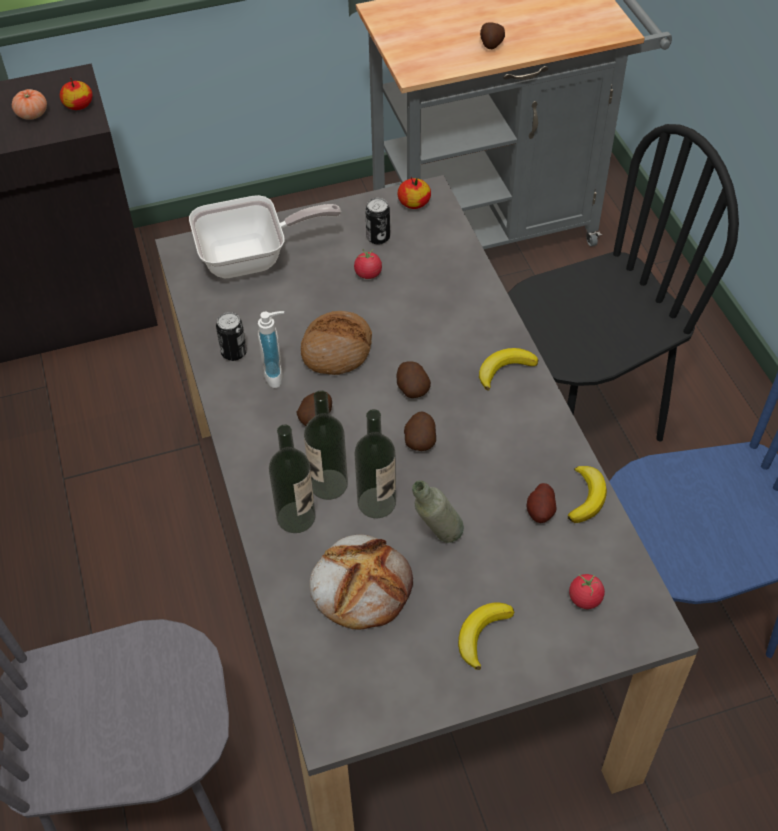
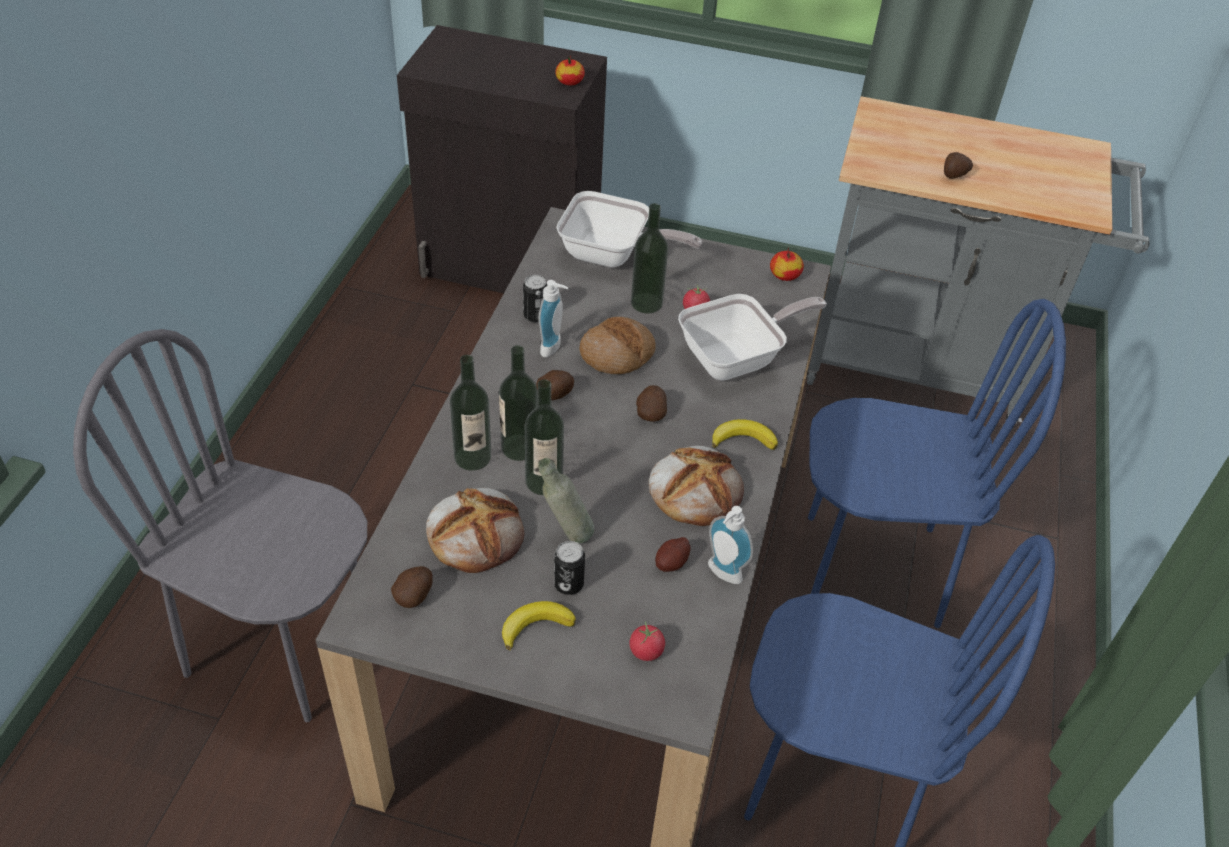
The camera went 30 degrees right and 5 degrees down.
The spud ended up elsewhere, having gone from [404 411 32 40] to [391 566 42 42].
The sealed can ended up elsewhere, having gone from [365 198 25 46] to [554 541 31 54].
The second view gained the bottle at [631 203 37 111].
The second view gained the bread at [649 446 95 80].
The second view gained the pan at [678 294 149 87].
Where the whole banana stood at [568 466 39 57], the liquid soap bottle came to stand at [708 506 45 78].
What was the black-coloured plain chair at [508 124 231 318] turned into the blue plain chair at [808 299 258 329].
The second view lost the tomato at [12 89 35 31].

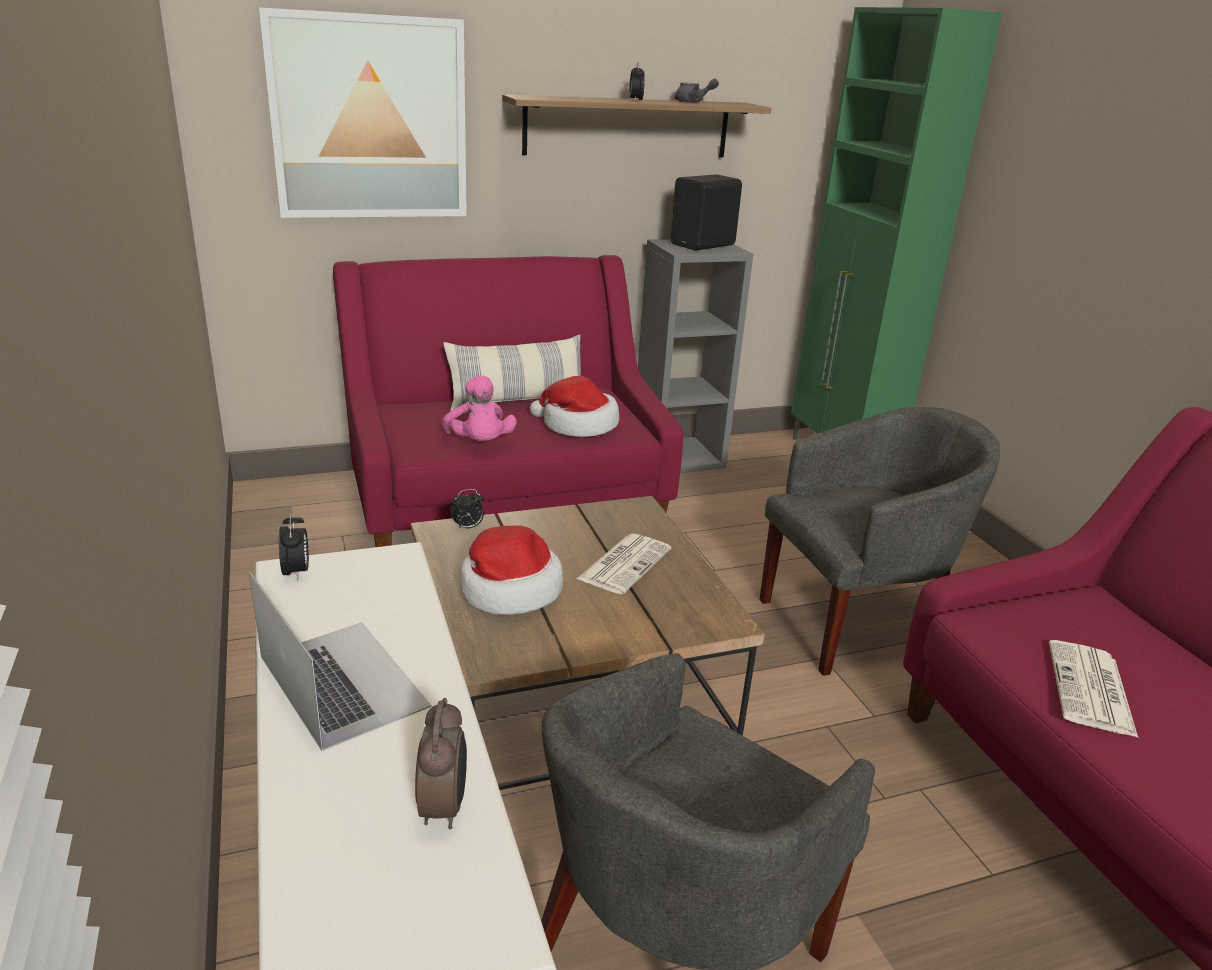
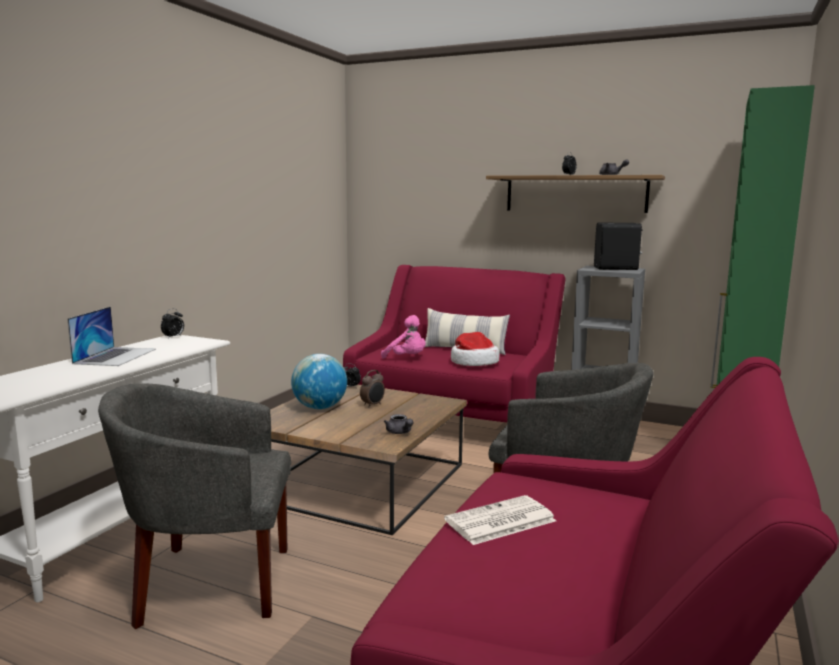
The camera went 45 degrees right and 15 degrees down.
Where the hat stood at [460 525 103 90], the desk globe came to stand at [291 354 56 55].
The alarm clock ended up elsewhere, having gone from [415 698 52 132] to [360 370 25 37].
The pink-coloured soft toy at [442 376 75 65] ended up facing another way, 75 degrees counterclockwise from before.
The second view gained the grey pot for tea at [384 414 29 20].
The second view lost the picture at [259 7 208 211].
The second view lost the daily paper at [577 533 94 61].

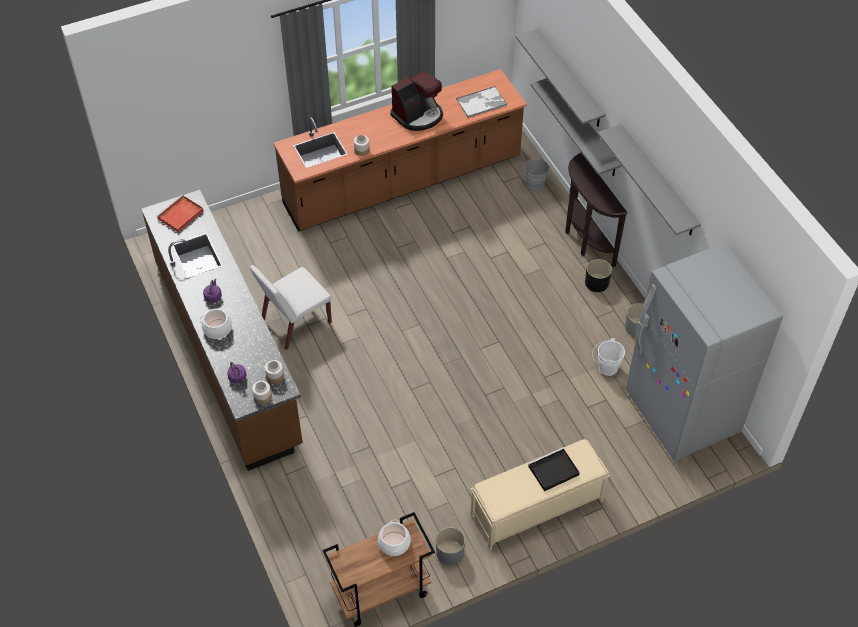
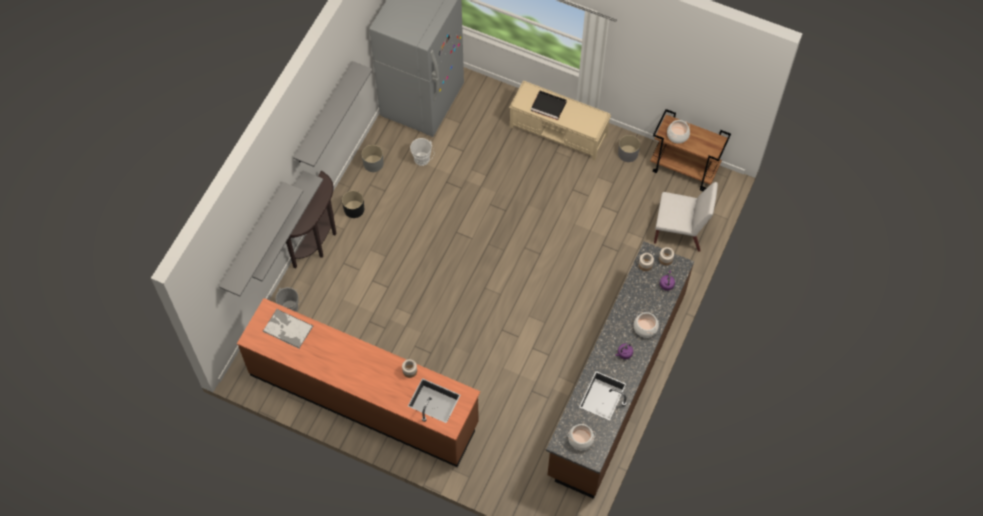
The camera went 130 degrees left and 10 degrees up.
Where the red-coloured tray stood at [156 195 48 37], the cooking pot came to stand at [567 424 29 26].
The white plain chair ended up elsewhere, having gone from [250 265 82 85] to [654 182 64 70].
The second view lost the coffee machine at [390 71 53 60].

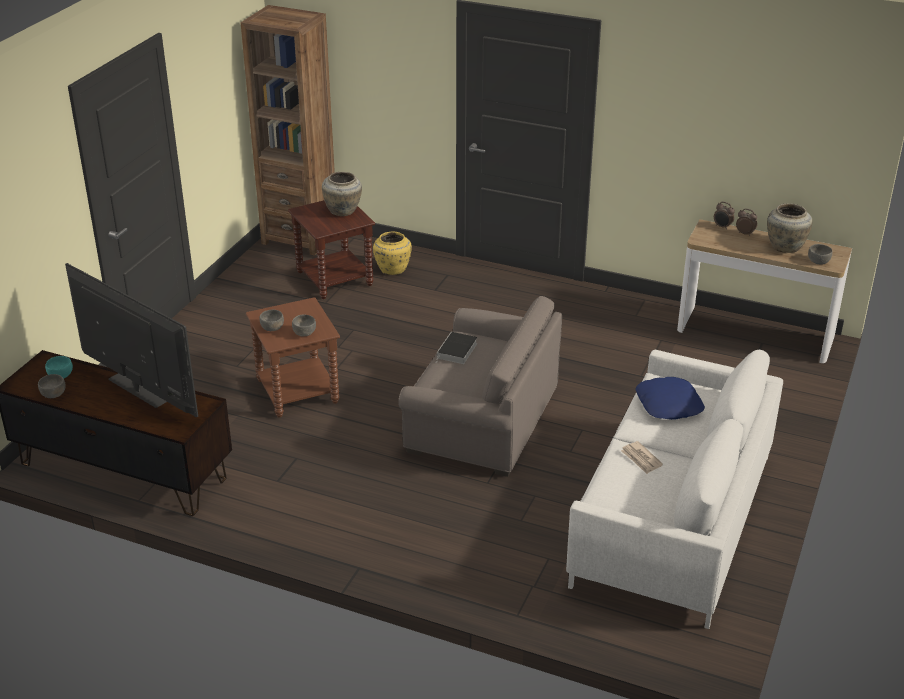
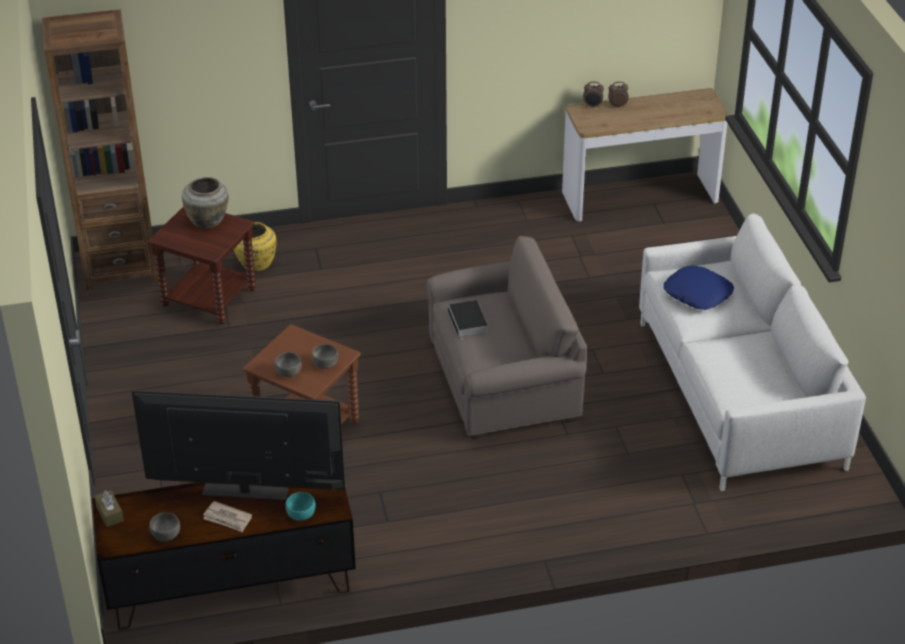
The camera went 35 degrees left and 5 degrees up.
The second view gained the brown tissue box at [94 490 30 37].
The daily paper ended up elsewhere, having gone from [621 441 42 33] to [203 501 49 31].
The turquoise-coloured serving bowl ended up elsewhere, having gone from [45 356 28 23] to [286 492 30 29].
The second view lost the sand-coloured flower vase at [767 203 46 50].
The second view lost the grey serving bowl at [808 244 25 21].

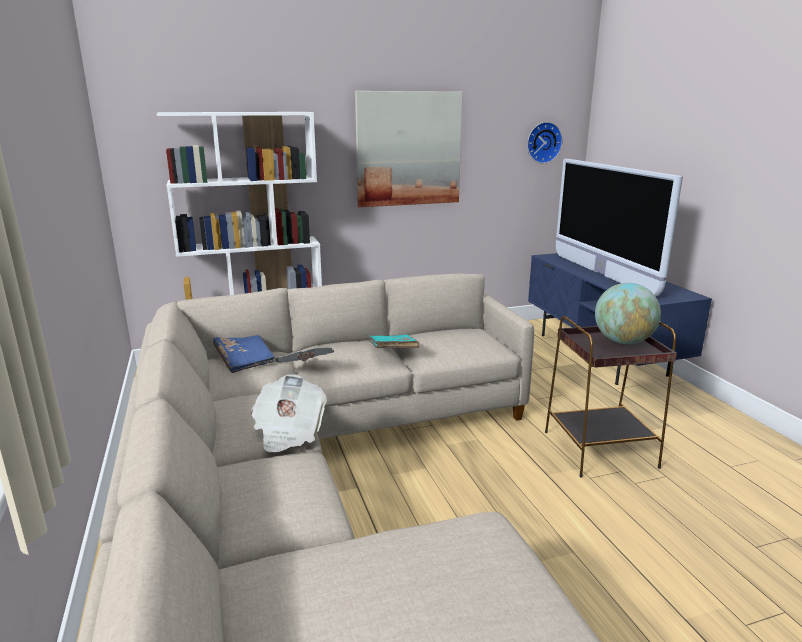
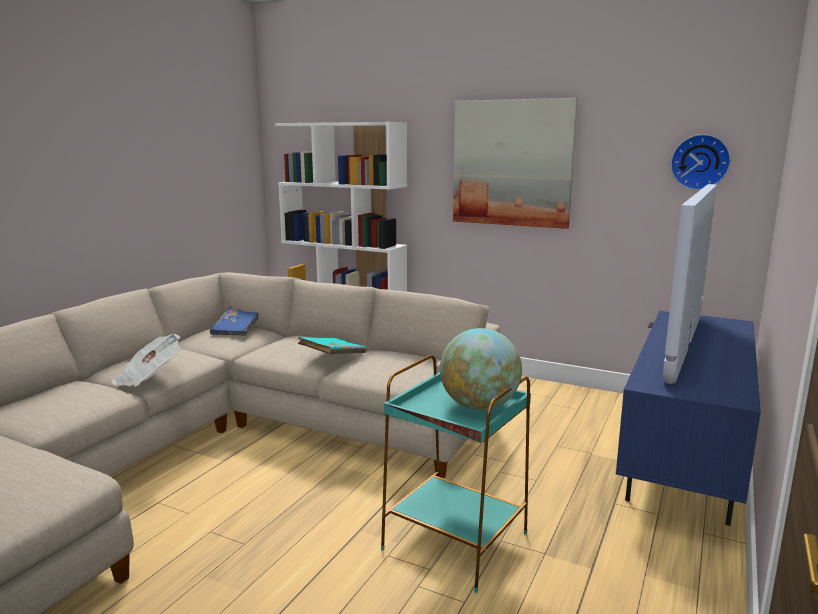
The camera went 45 degrees right and 5 degrees down.
What was the brown end table at [545 316 132 162] turned into the turquoise-coloured end table at [381 355 150 238].
The second view lost the daily paper at [274 348 61 15].

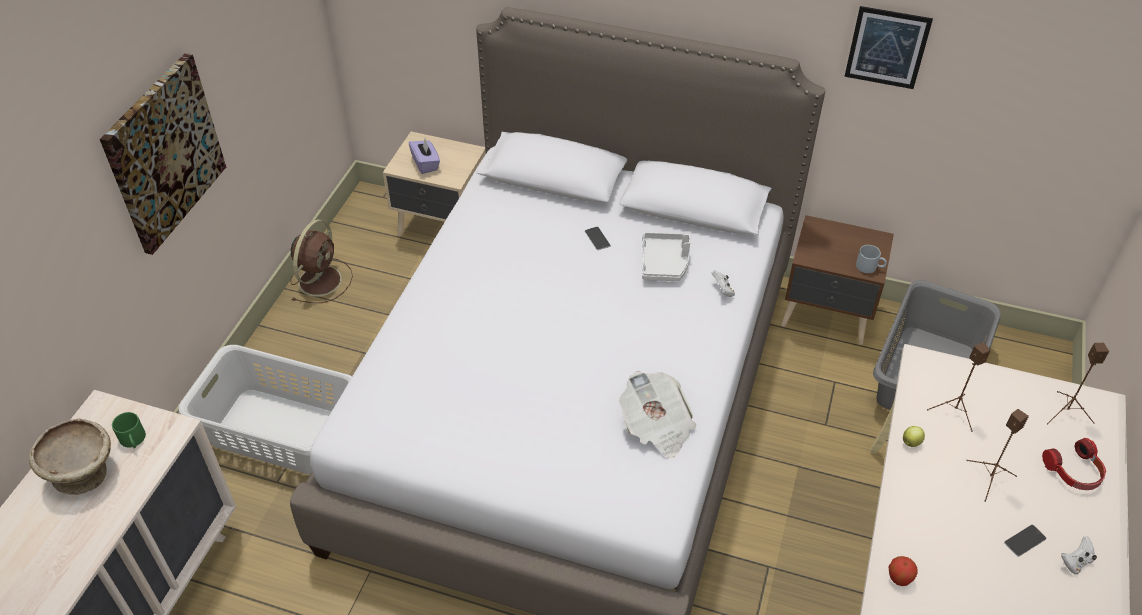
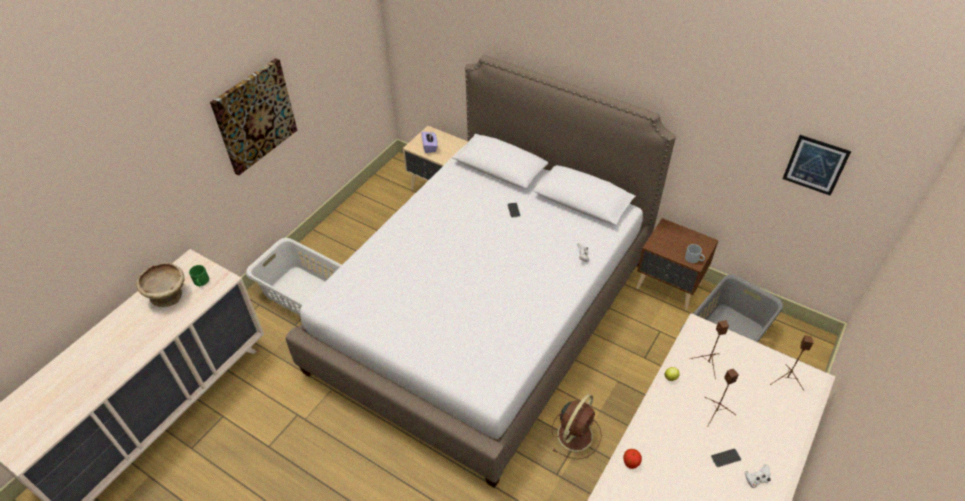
The camera went 15 degrees right and 0 degrees up.
The brown fan ended up elsewhere, having gone from [290 219 63 84] to [552 394 50 65].
The picture ended up elsewhere, having gone from [844 6 89 83] to [783 135 68 61].
The second view lost the daily paper at [619 371 78 87].
The second view lost the grey tray at [642 232 48 49].
The second view lost the pair of headphones at [1042 438 64 52].

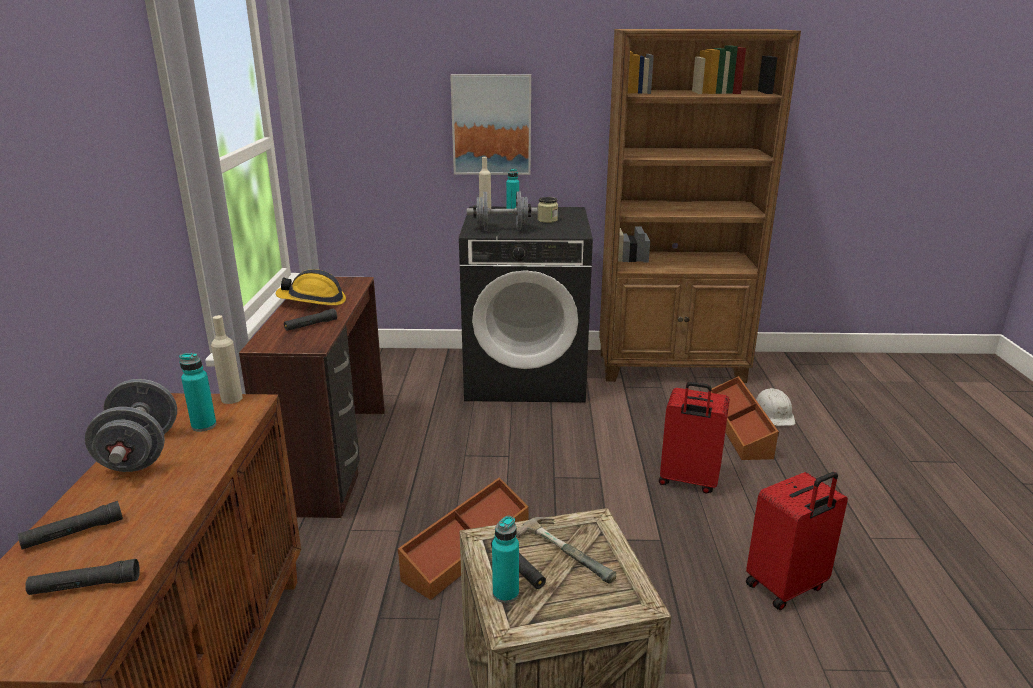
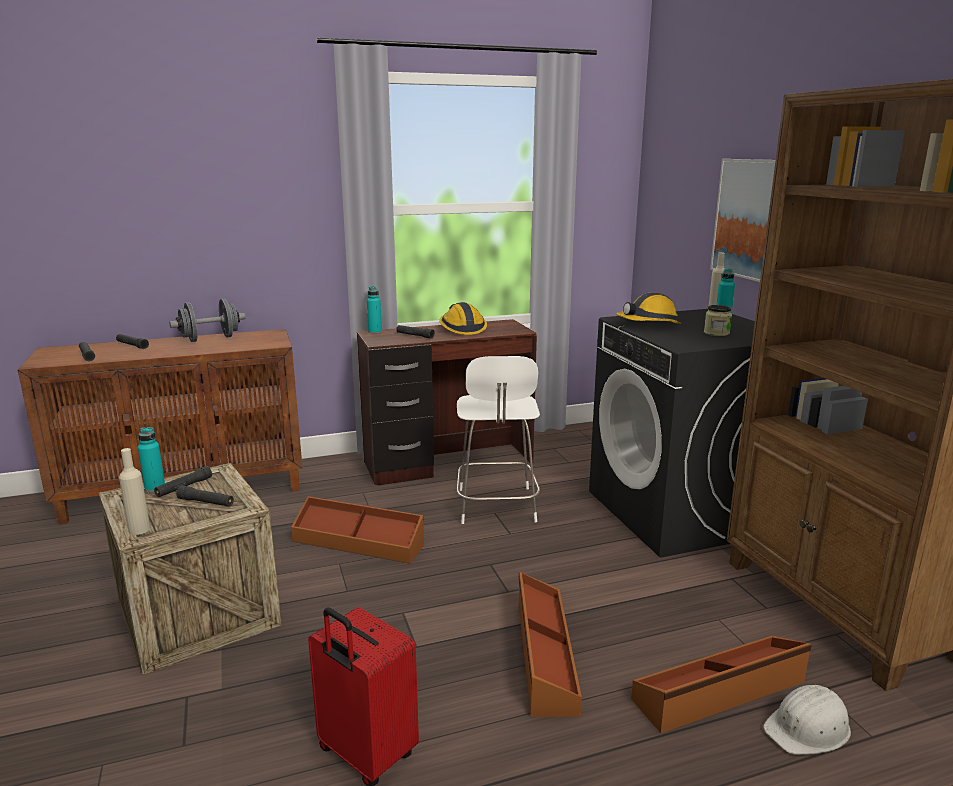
The camera went 70 degrees right and 5 degrees down.
The sand-coloured bottle ended up elsewhere, having gone from [211 315 32 89] to [119 448 31 87].
Where the hand hammer stood at [516 517 100 67], the black-coloured torch came to stand at [176 486 58 21].
The turquoise-coloured bottle ended up elsewhere, having gone from [179 353 37 79] to [367 286 15 48].
The second view gained the white plain chair at [457 356 83 168].
Where the red-coloured suitcase stood at [659 382 71 112], the brown storage bin came to stand at [519 572 63 145].
Where the grey hand weight stood at [467 191 71 40], the work helmet came to stand at [616 292 65 32].

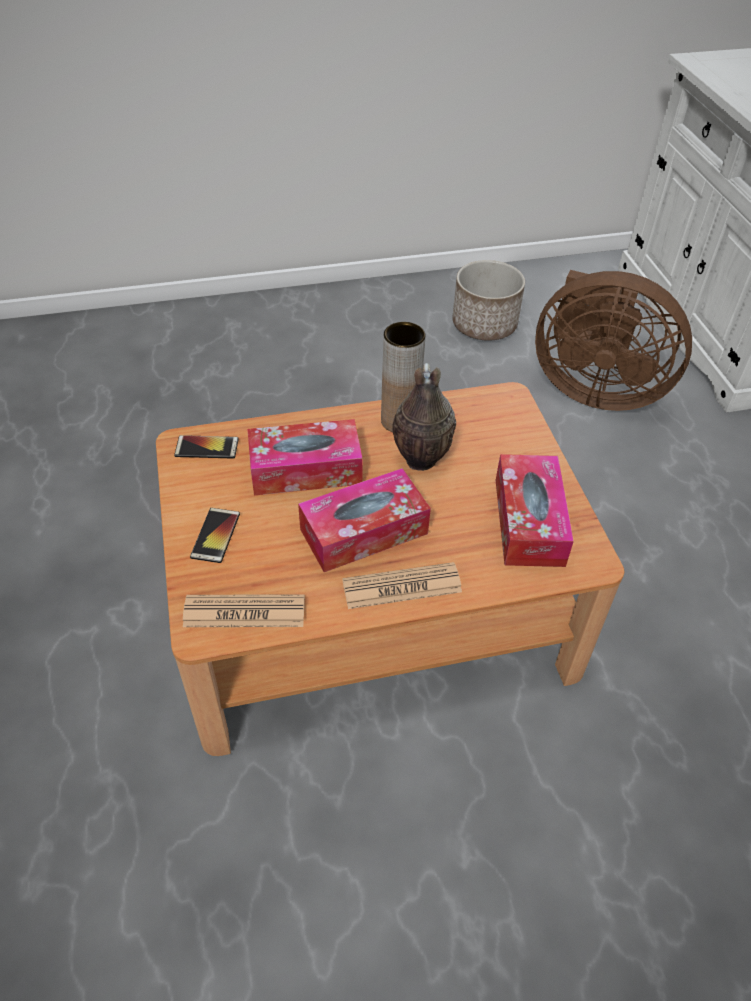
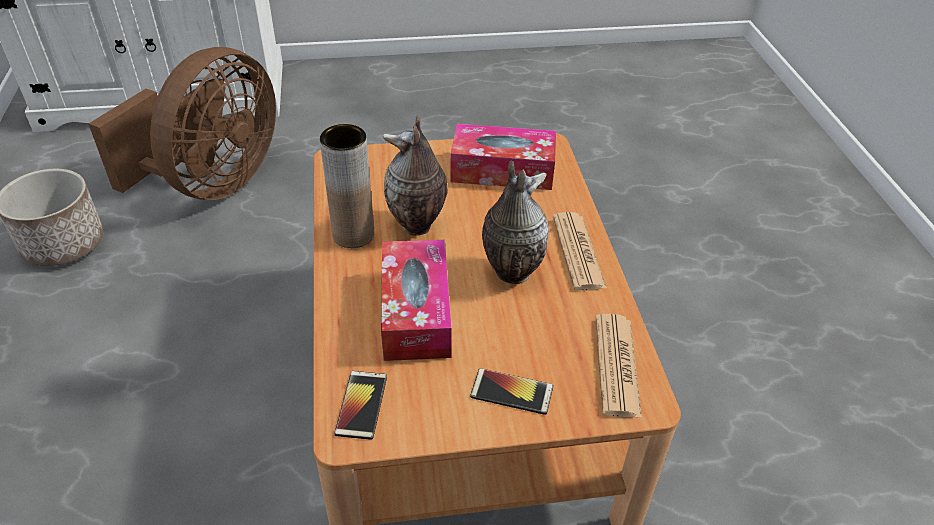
The camera went 85 degrees left and 5 degrees down.
Where the tissue box stood at [298 468 133 104], the flower vase came to stand at [482 161 68 123].

